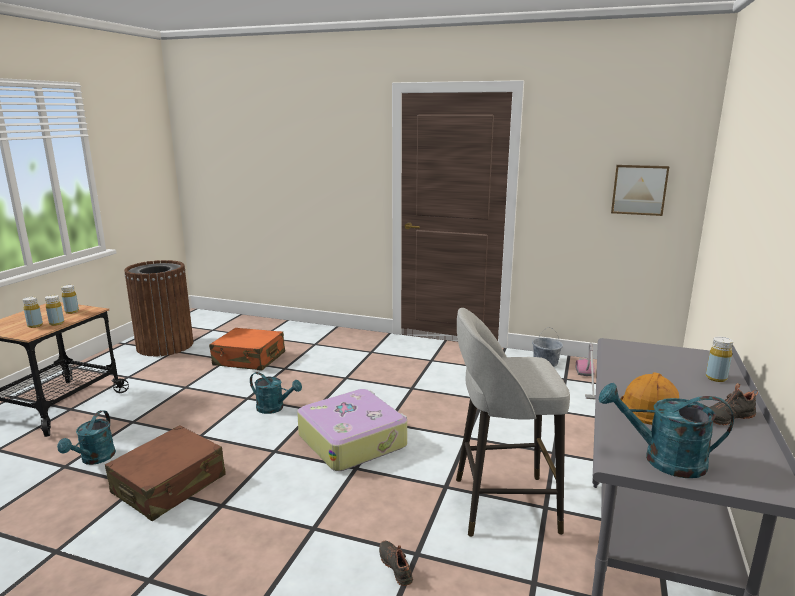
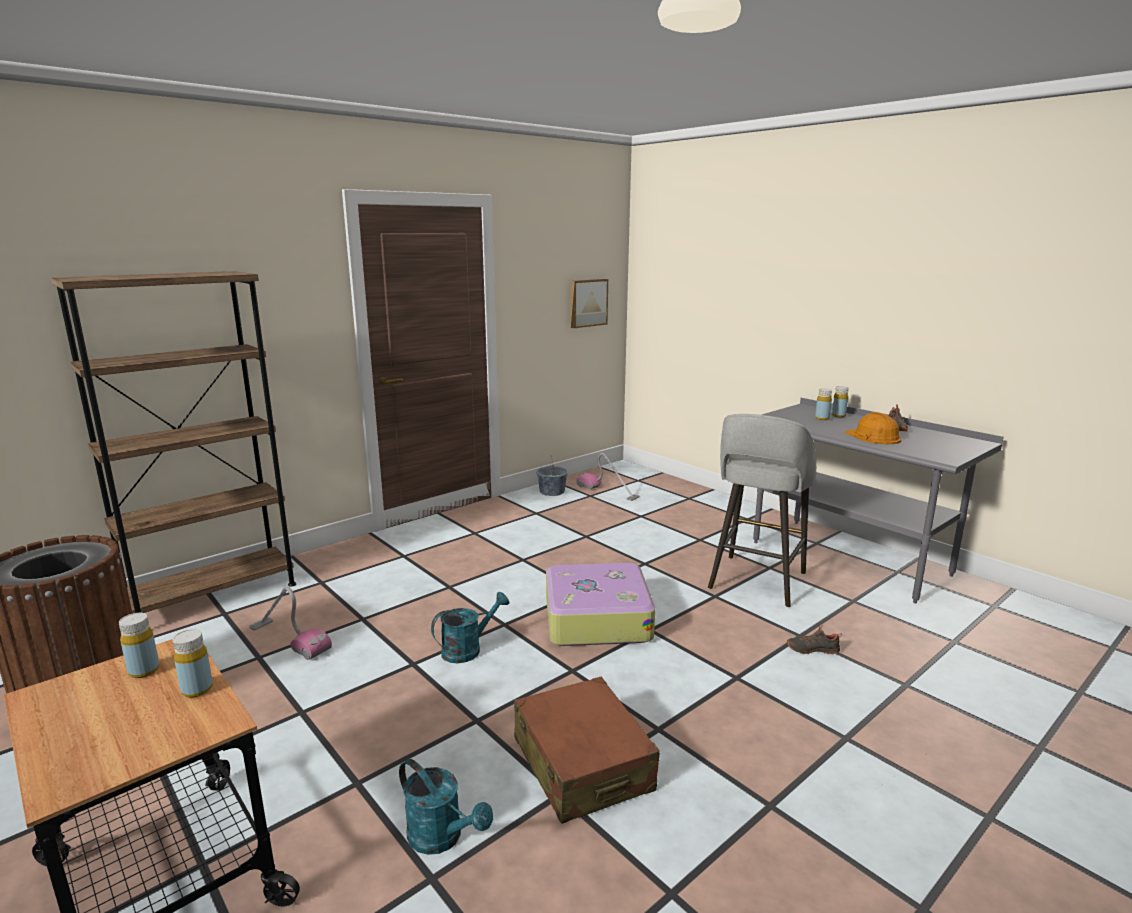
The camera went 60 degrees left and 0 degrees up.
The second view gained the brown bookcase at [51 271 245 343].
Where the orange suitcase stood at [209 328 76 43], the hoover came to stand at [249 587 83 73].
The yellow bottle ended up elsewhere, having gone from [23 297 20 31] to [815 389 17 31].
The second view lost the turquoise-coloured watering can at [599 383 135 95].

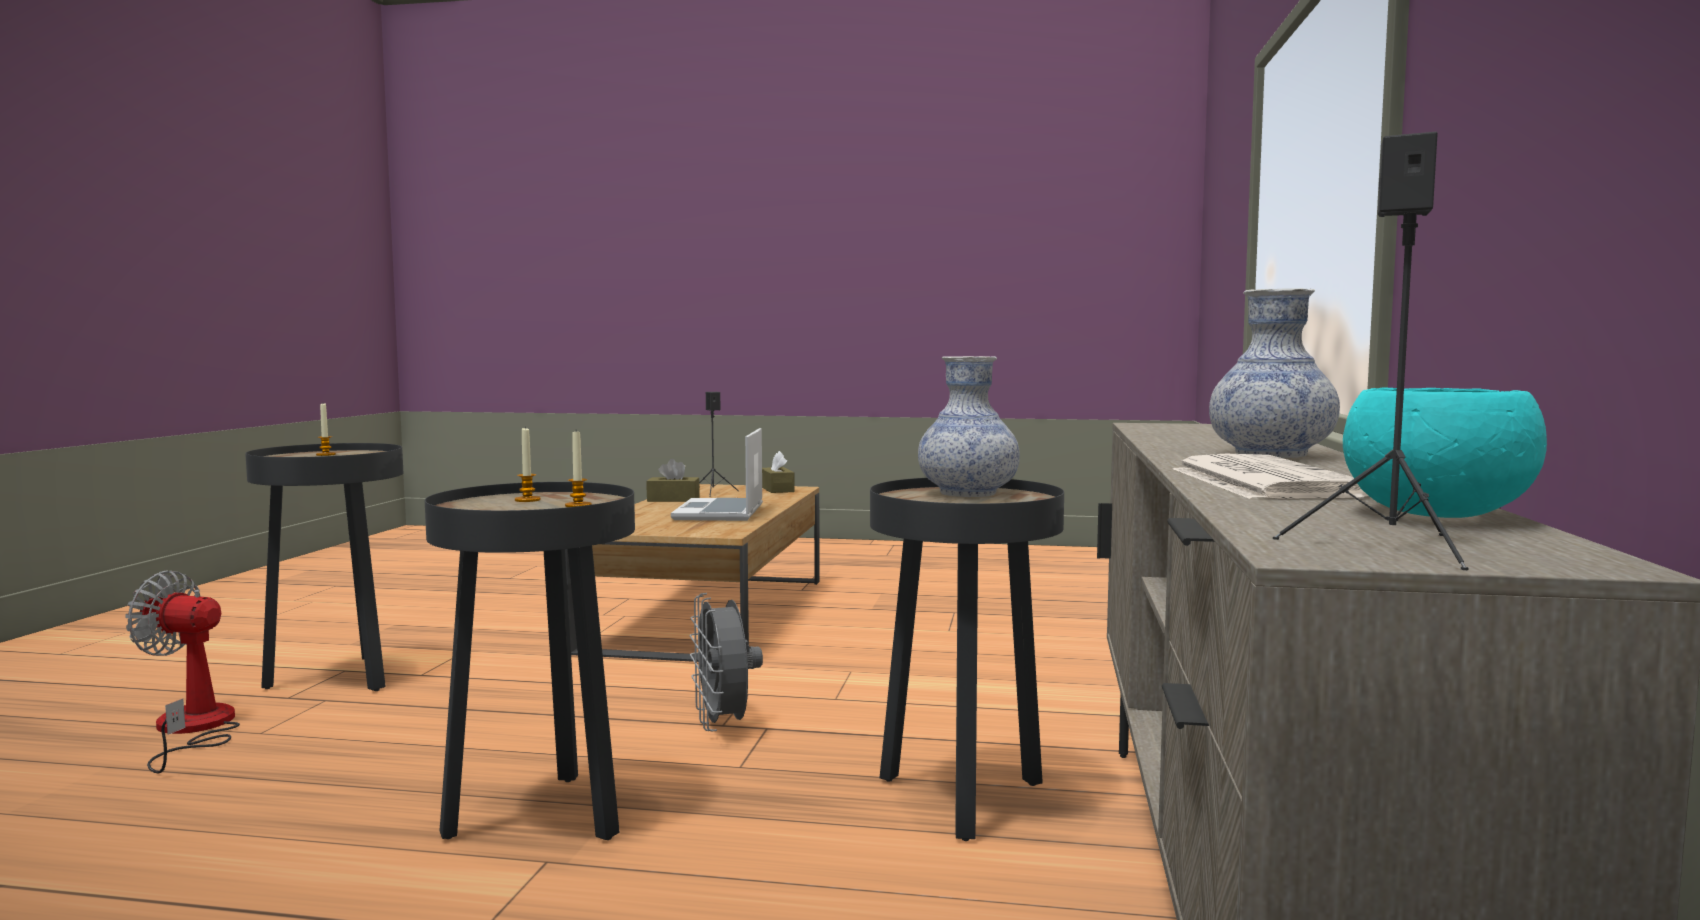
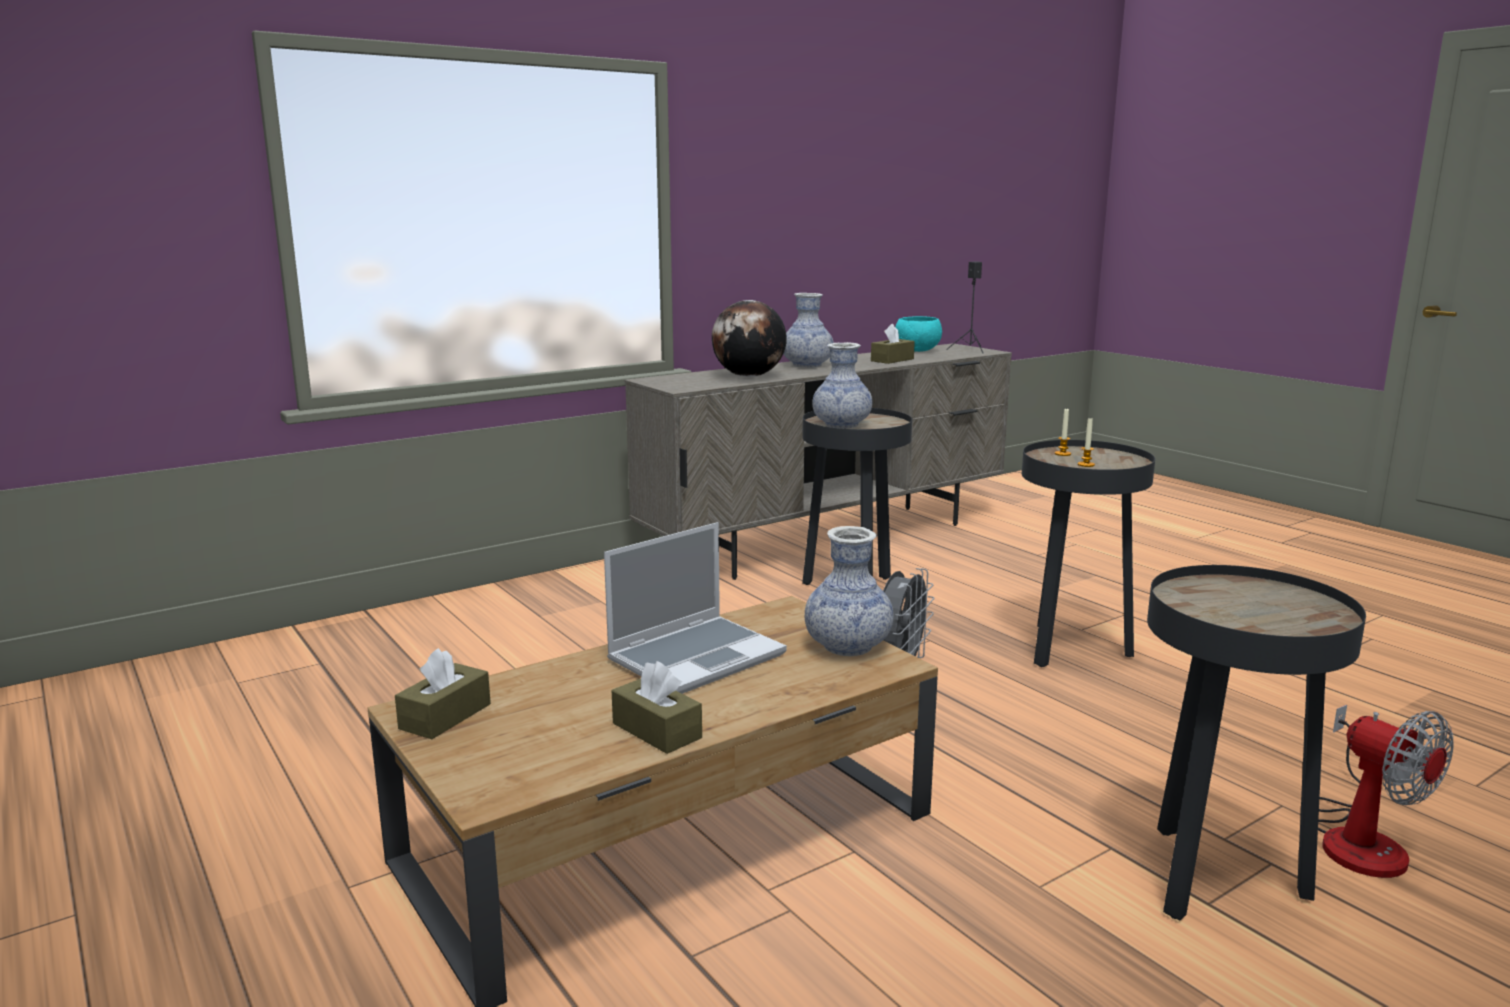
The camera went 135 degrees left and 10 degrees up.
The second view gained the desk globe at [712 300 75 77].
The second view gained the flower vase at [805 526 88 130].
Where the daily paper stood at [1173 454 195 45], the brown tissue box came to stand at [871 324 44 40].
The second view lost the candle at [316 404 20 52].
The second view lost the black-coloured speaker at [699 392 39 105].

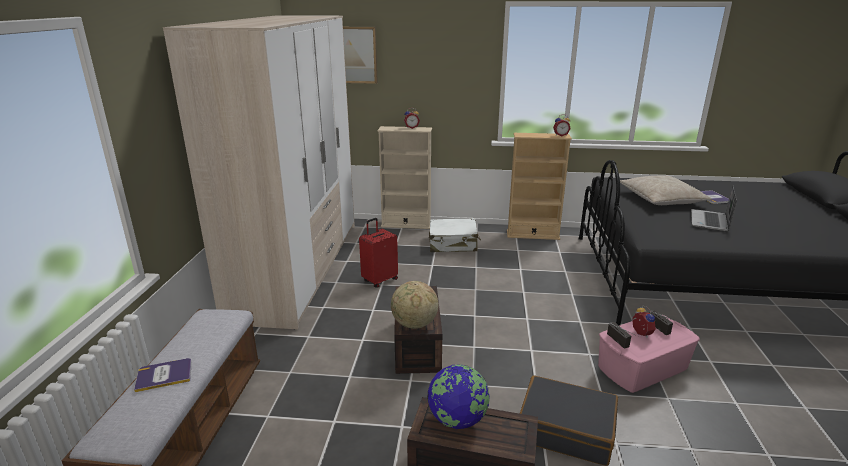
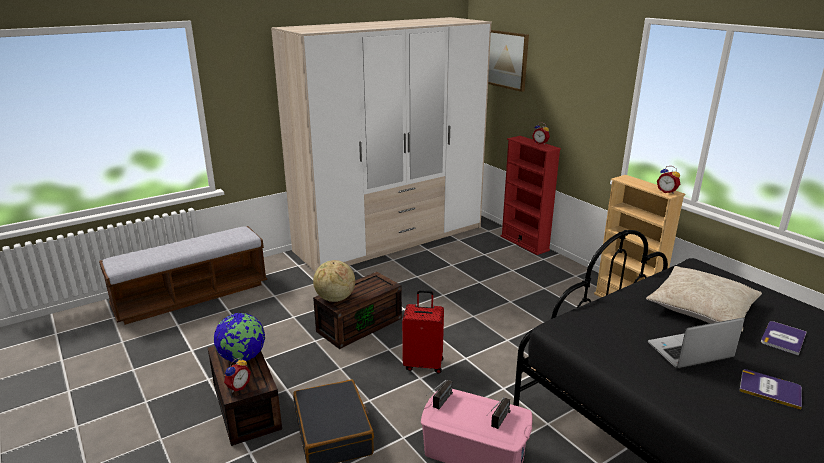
The camera went 50 degrees right and 0 degrees up.
The alarm clock ended up elsewhere, having gone from [632 306 24 32] to [224 358 27 35].
The red-coloured suitcase ended up elsewhere, having gone from [359 218 39 70] to [402 290 42 83].
What was the sand-coloured bookcase at [377 126 55 103] turned into the red-coloured bookcase at [500 136 61 119].
The book ended up elsewhere, having gone from [134 358 58 34] to [740 369 62 41].
The second view lost the white suitcase at [429 218 52 34].

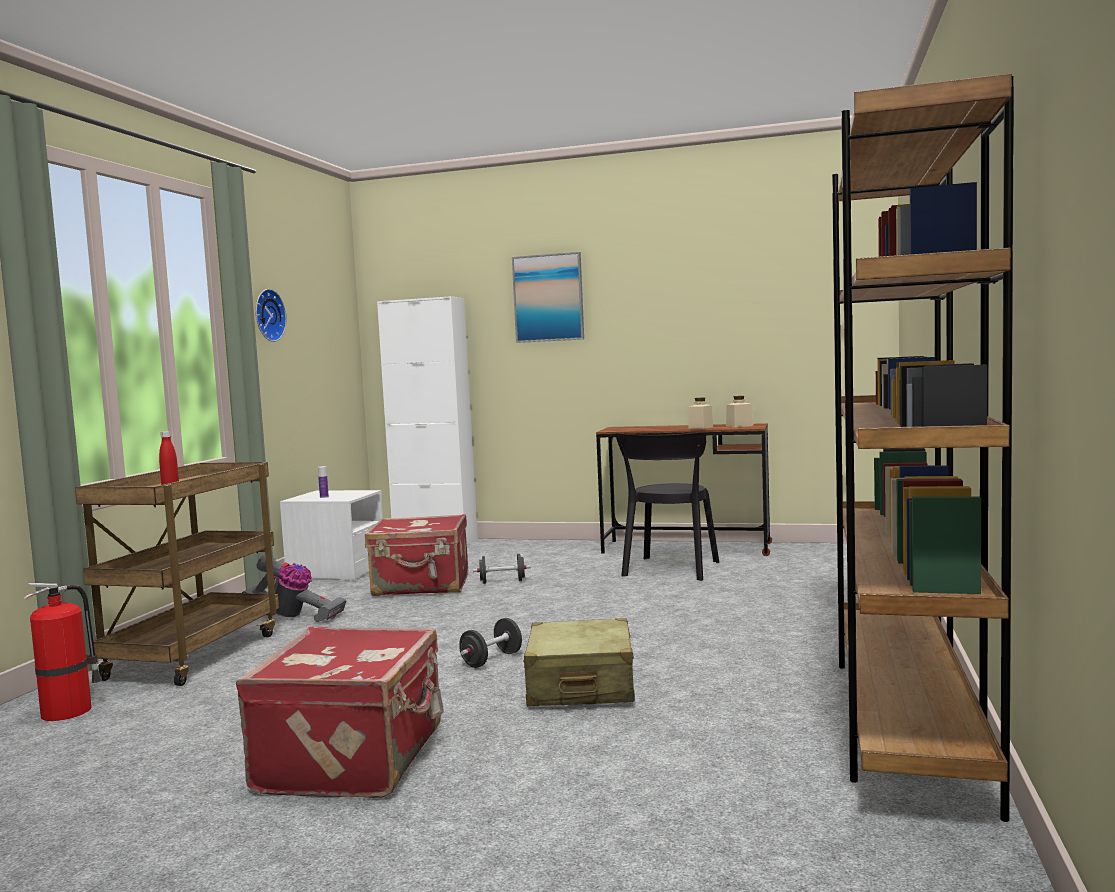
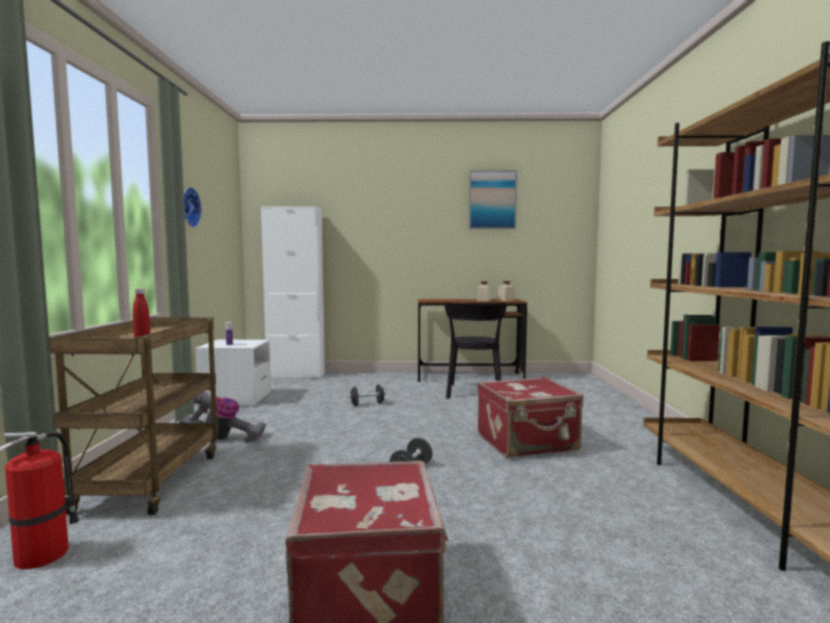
The camera went 15 degrees left and 0 degrees up.
The picture ended up elsewhere, having gone from [512 252 72 91] to [469 170 48 59].
The red-coloured suitcase ended up elsewhere, having gone from [365 514 103 82] to [477 377 106 81].
The second view lost the sand-coloured suitcase at [523 618 112 88].

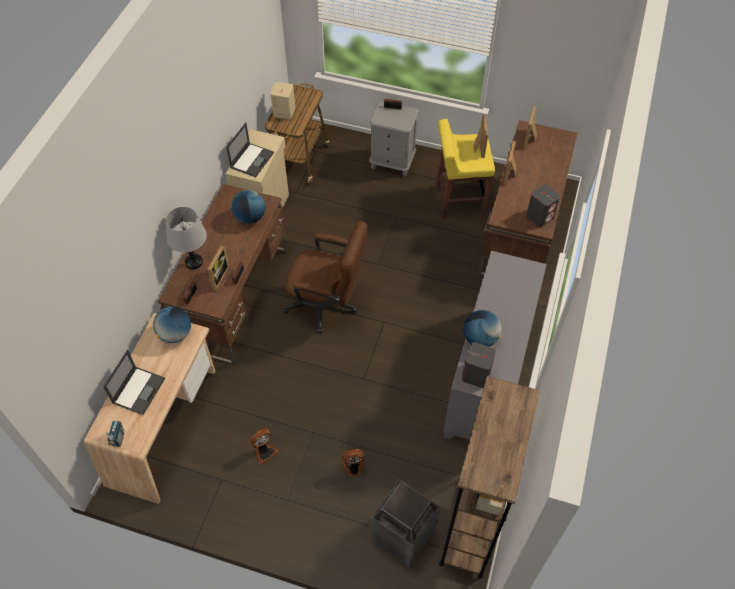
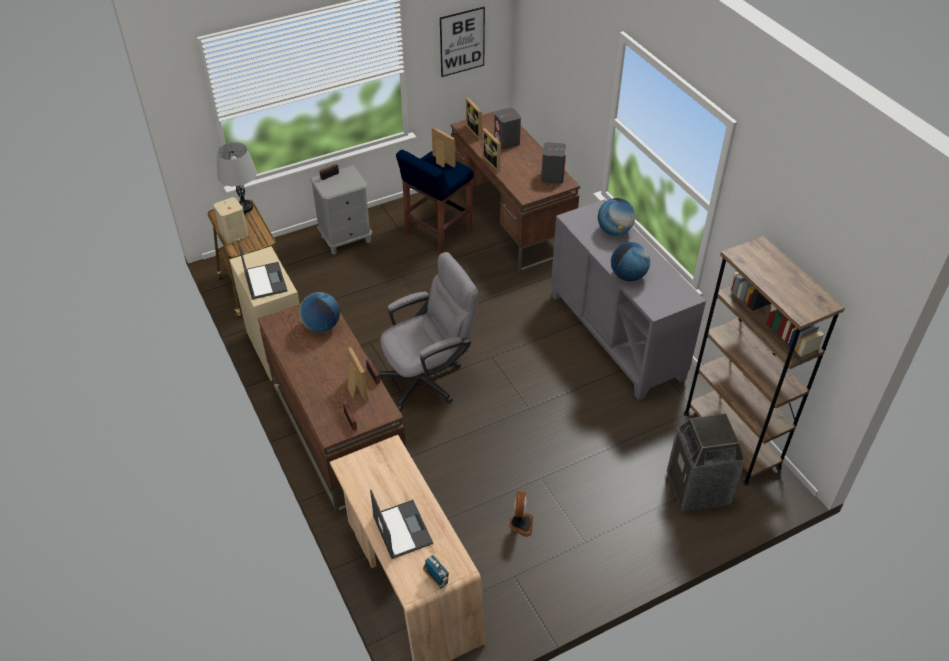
The camera went 45 degrees left and 10 degrees down.
The grey table lamp ended up elsewhere, having gone from [166 207 41 62] to [217 142 40 71].
What was the brown office chair at [283 221 85 112] turned into the grey office chair at [379 252 99 159].
What was the yellow stool seat at [436 119 59 100] turned into the blue stool seat at [396 149 78 104].
The second view gained the picture at [440 7 45 70].
The grey speaker ended up elsewhere, having gone from [462 342 34 46] to [494 108 27 41].
The desk globe ended up elsewhere, having gone from [153 306 38 37] to [598 198 37 38].
The second view lost the fan at [341 449 23 28].

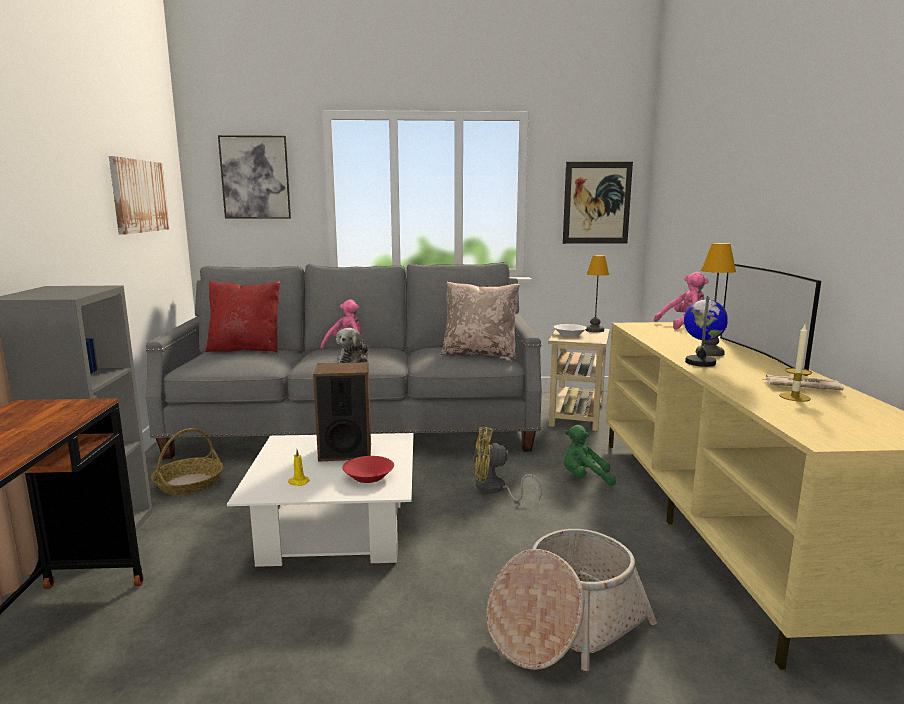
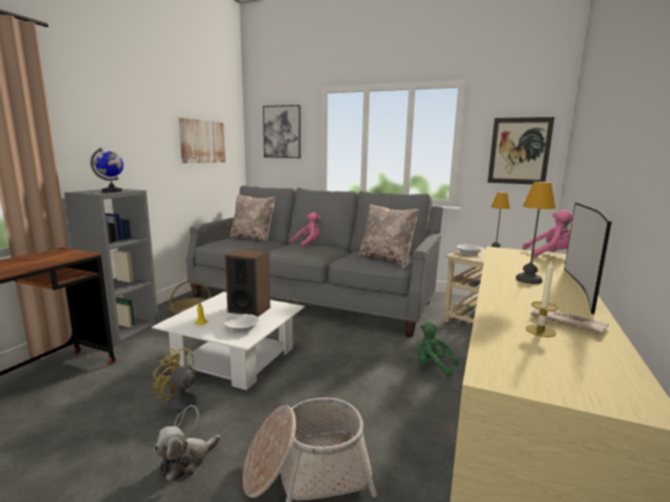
The camera went 25 degrees right and 0 degrees up.
The desk globe ended up elsewhere, having gone from [684 296 44 71] to [90 148 34 45].
The yellow fan ended up elsewhere, having gone from [473 427 69 74] to [152 348 47 86].
The soft toy ended up elsewhere, having gone from [336 328 32 35] to [154 426 67 56].
What was the red-coloured serving bowl at [343 456 51 27] turned into the white serving bowl at [224 314 36 18].
What was the red-coloured throw pillow at [206 281 74 72] turned into the sand-coloured throw pillow at [230 194 45 48].

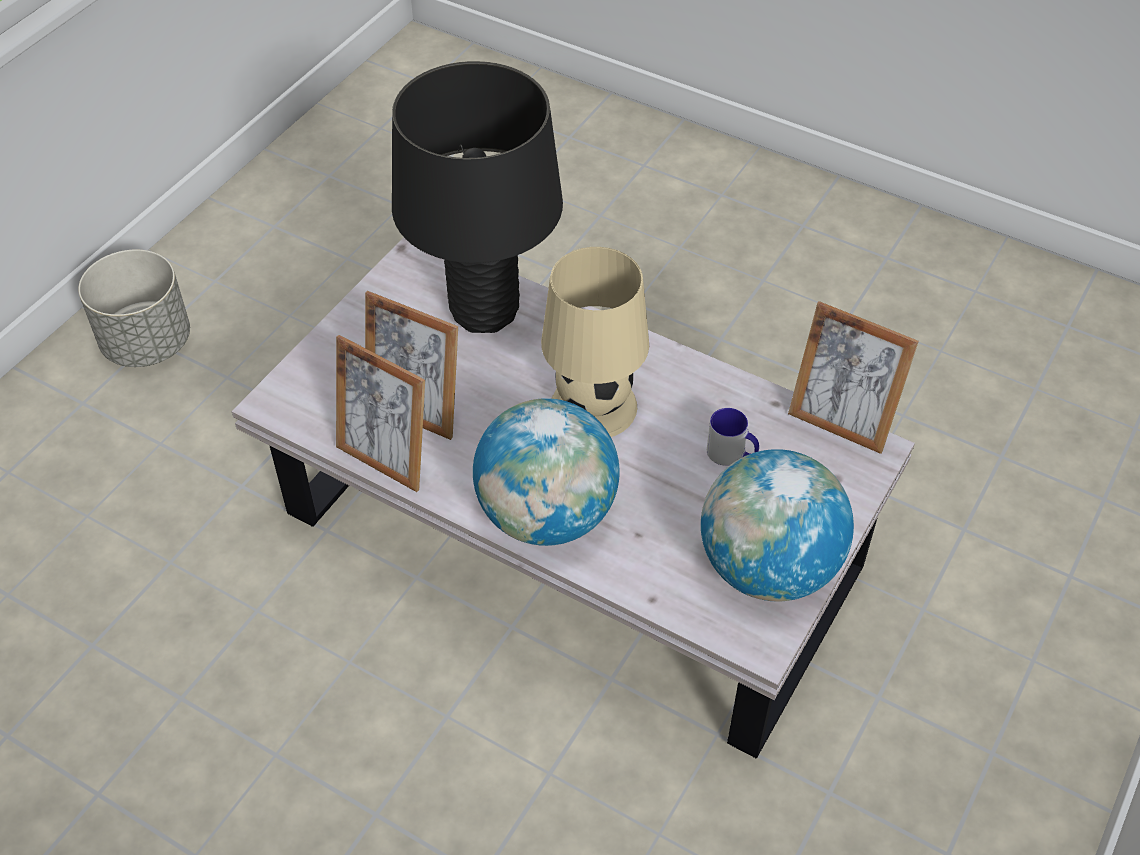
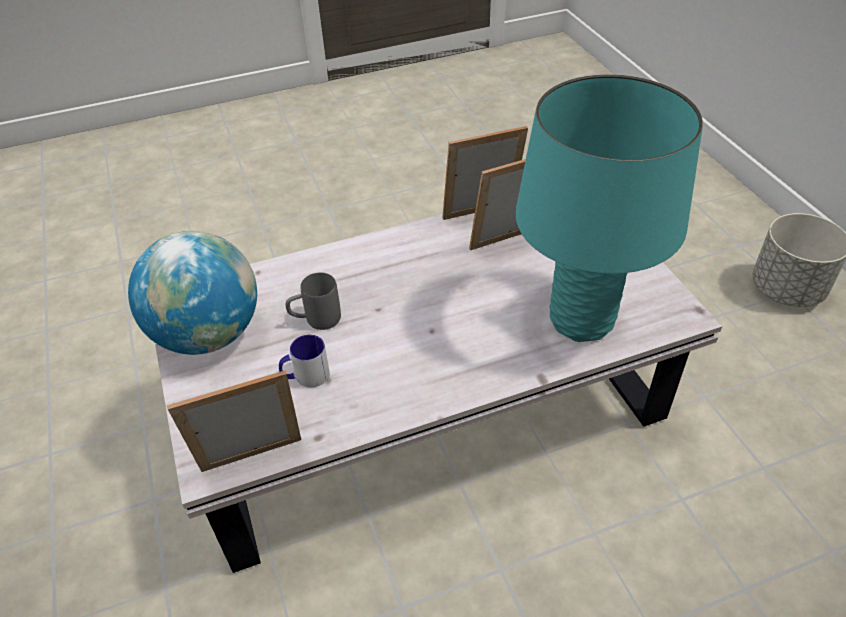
The camera went 130 degrees right and 5 degrees down.
The second view gained the grey mug at [285 272 56 58].
What was the black-coloured table lamp at [392 61 171 272] turned into the turquoise-coloured table lamp at [515 74 188 268].
The second view lost the desk globe at [473 398 147 148].
The second view lost the sand-coloured table lamp at [541 247 108 190].

